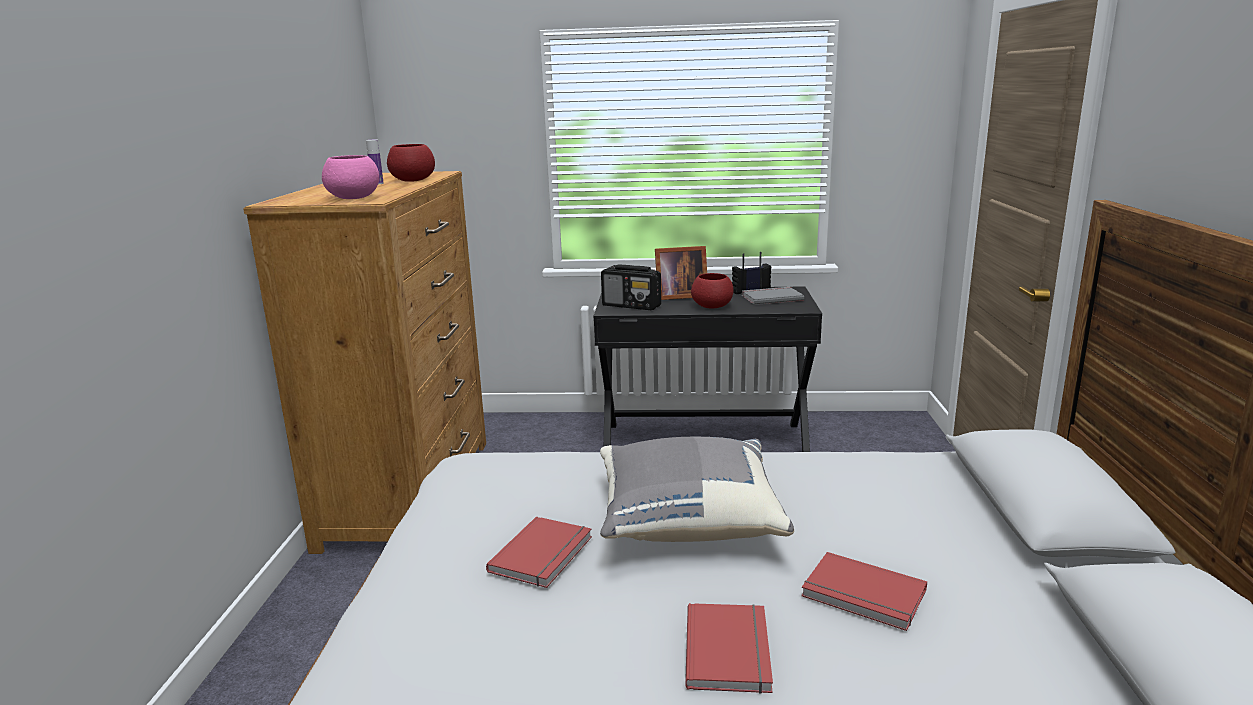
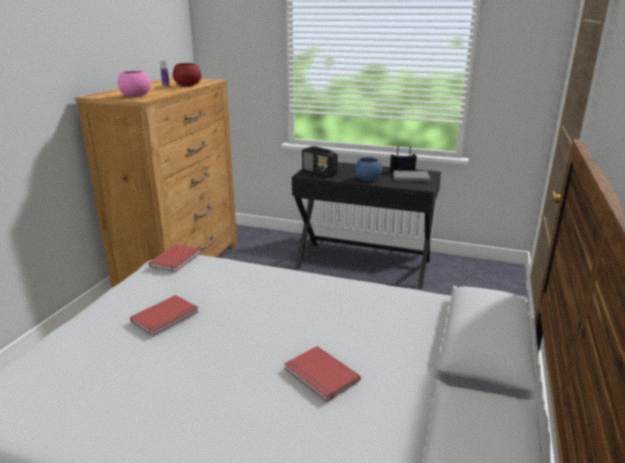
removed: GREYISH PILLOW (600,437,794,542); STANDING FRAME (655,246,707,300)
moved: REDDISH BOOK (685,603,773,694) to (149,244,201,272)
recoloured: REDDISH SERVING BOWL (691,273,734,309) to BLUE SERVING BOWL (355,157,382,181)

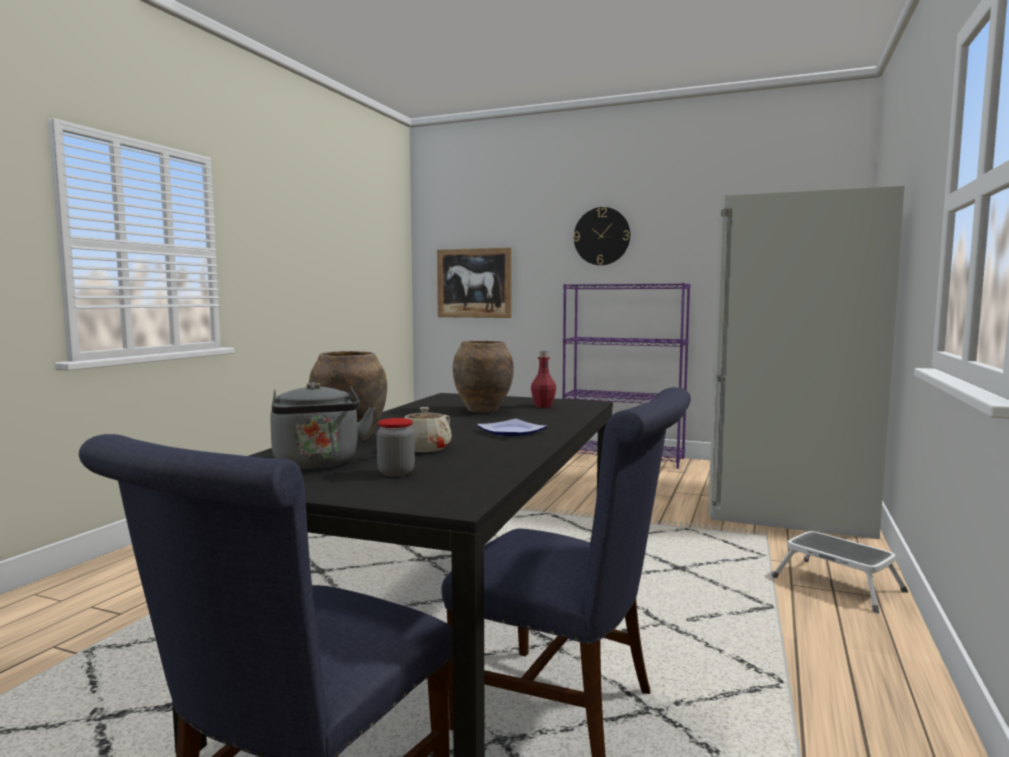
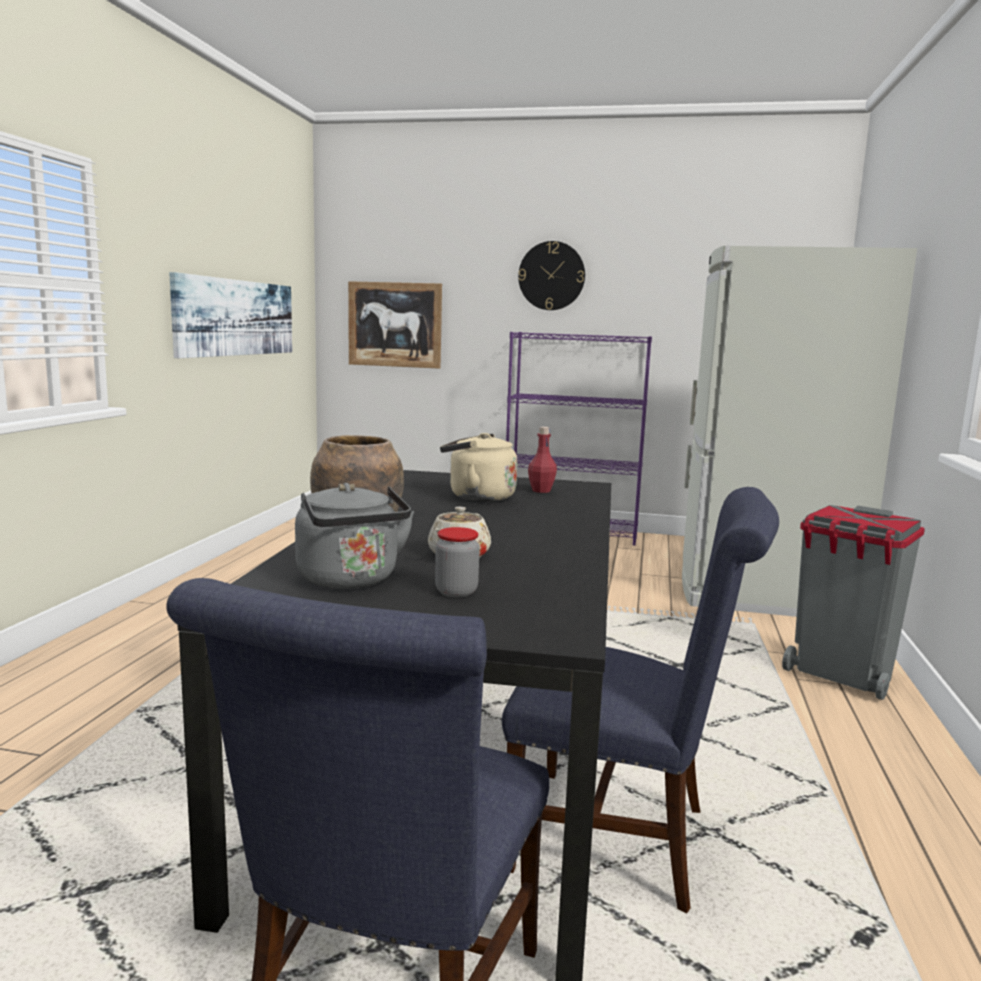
removed: FLAT DISH (477,419,547,436)
added: WALL PICTURE (169,272,292,358)
replaced: BROWN DECORATIVE VASE (453,341,514,413) to BEIGE-COLOURED WATER KETTLE (440,433,517,502); GREYISH STEP LADDER (771,531,908,613) to GREYISH TRASH CAN (782,505,925,700)

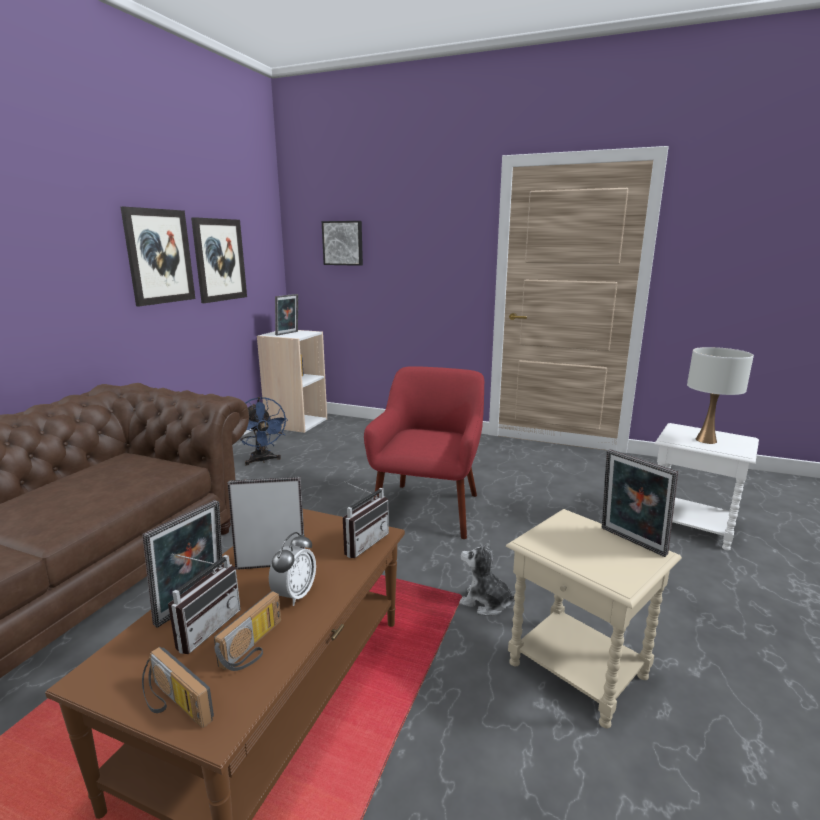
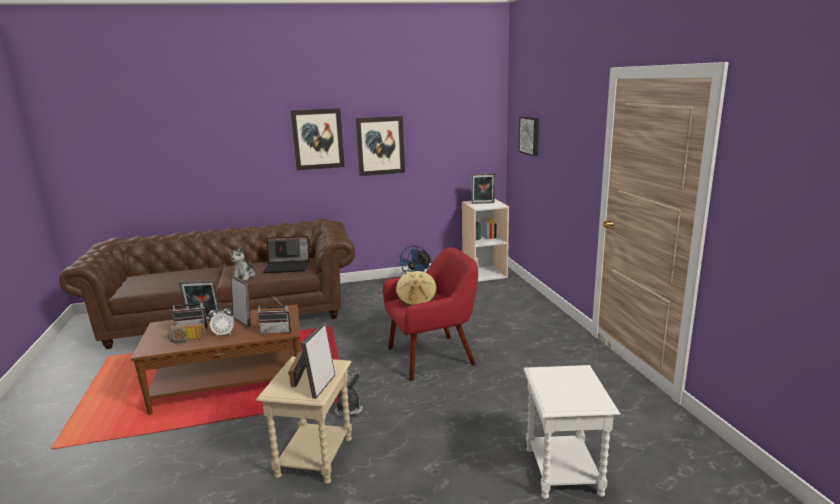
removed: WHITE-COLOURED TABLETOP LAMP (687,347,754,444)
added: PLUSH TOY (229,246,255,281); NOTEBOOK COMPUTER (263,236,309,273); BEIGE-COLOURED CLOTHING HAT (395,271,437,306)
moved: RADIO (142,647,214,728) to (288,352,306,387); WALL PICTURE (191,217,247,303) to (291,108,345,170)

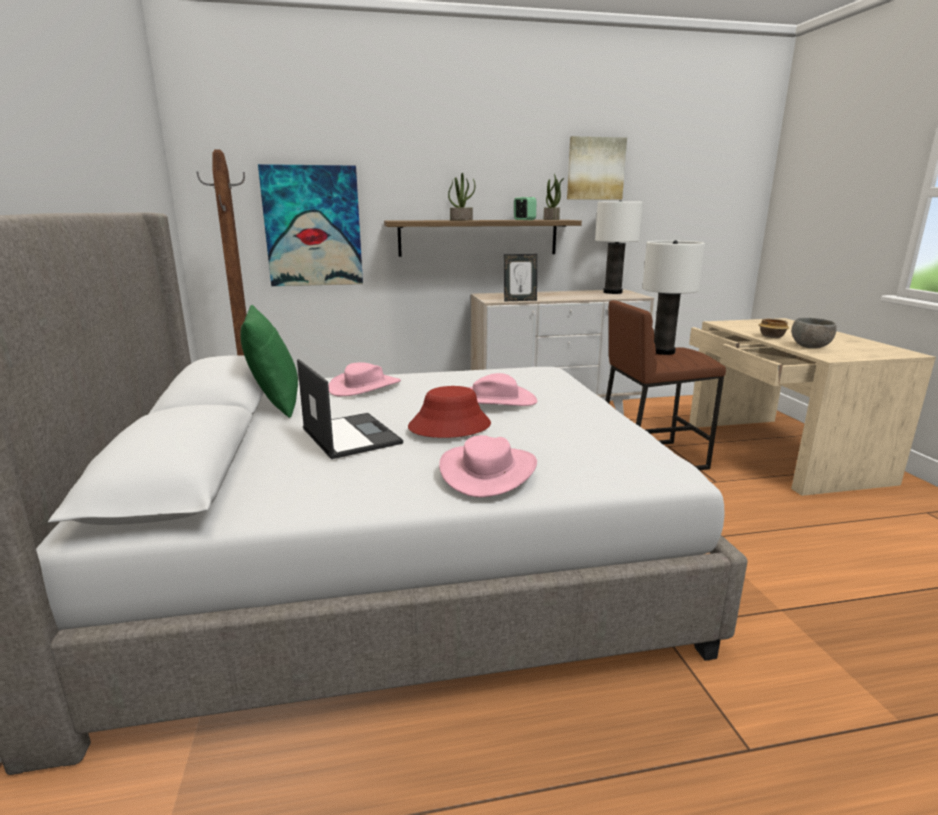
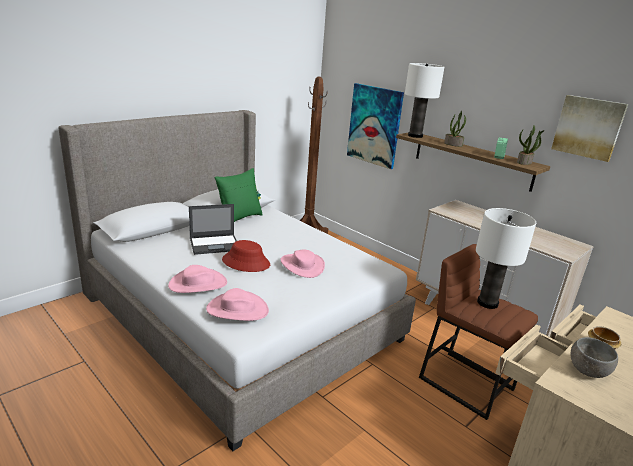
removed: STANDING FRAME (504,254,537,301)
moved: PINK-COLOURED CLOTHING HAT (328,362,401,396) to (206,288,269,321); WHITE-COLOURED TABLETOP LAMP (595,200,643,294) to (405,63,444,138)
turned: NOTEBOOK COMPUTER (297,359,403,459) = (189,204,237,255) 45 degrees clockwise

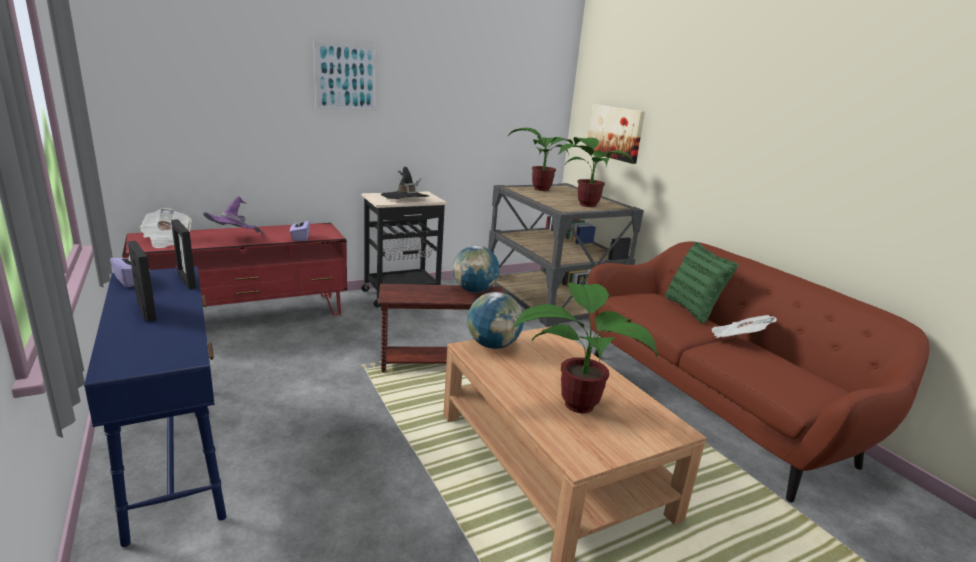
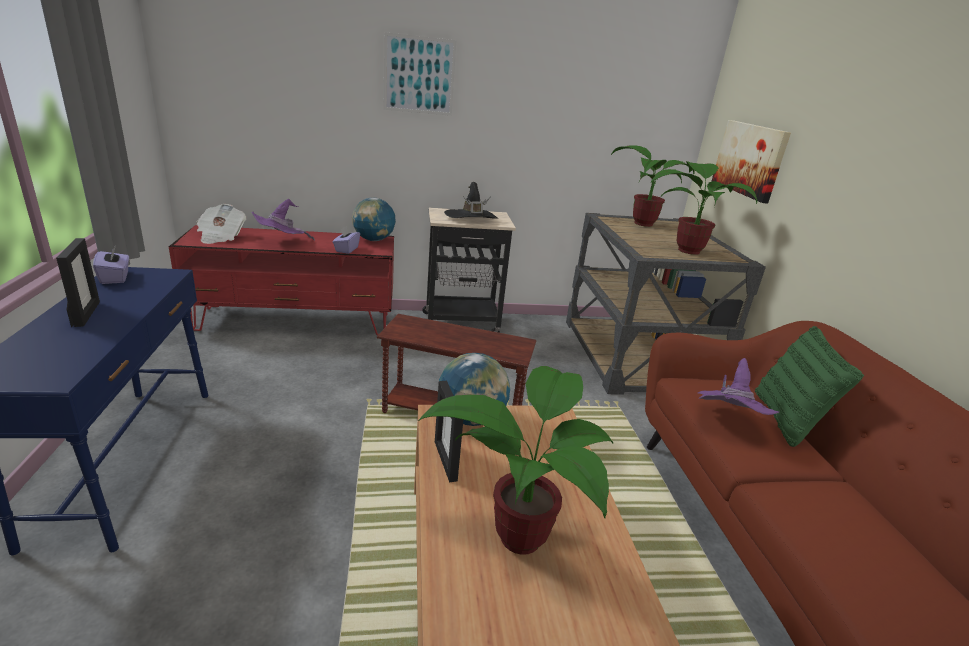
removed: PRINTED PAPER (712,315,777,338)
added: PURPLISH CLOTHING HAT (698,358,779,415)
moved: STANDING FRAME (171,219,196,290) to (435,381,463,482); GLOBE (453,245,499,293) to (352,198,396,241)

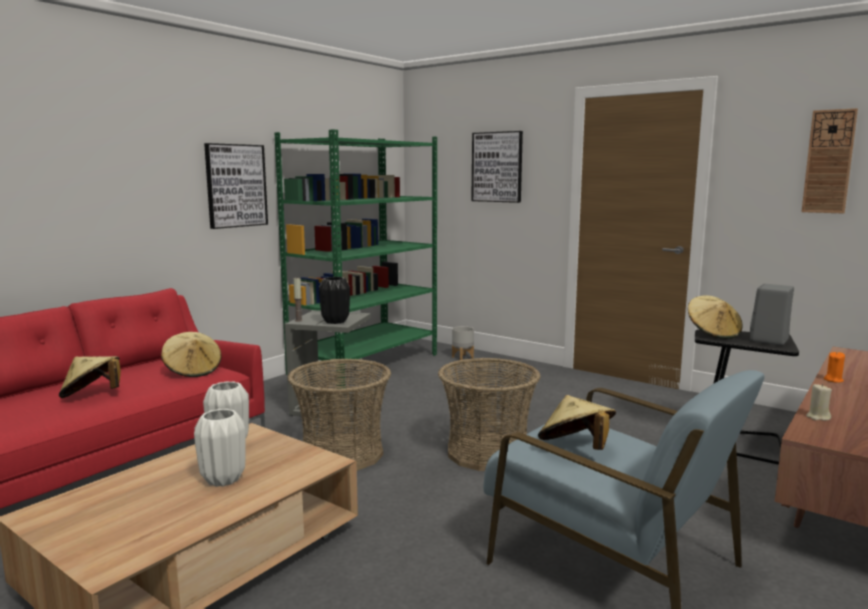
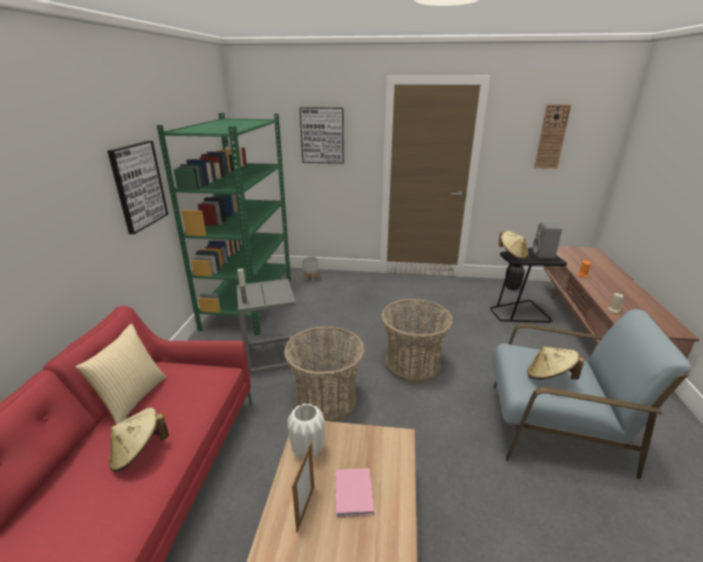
removed: BEIGE-COLOURED CLOTHING HAT (161,332,222,377)
added: PILLOW (76,323,166,425); STANDING FRAME (292,442,314,533)
moved: BLACKISH DECORATIVE VASE (319,277,350,324) to (505,264,525,290)
replaced: WHITE-COLOURED DECORATIVE VASE (194,409,246,487) to PINK-COLOURED BOOK (335,468,374,517)

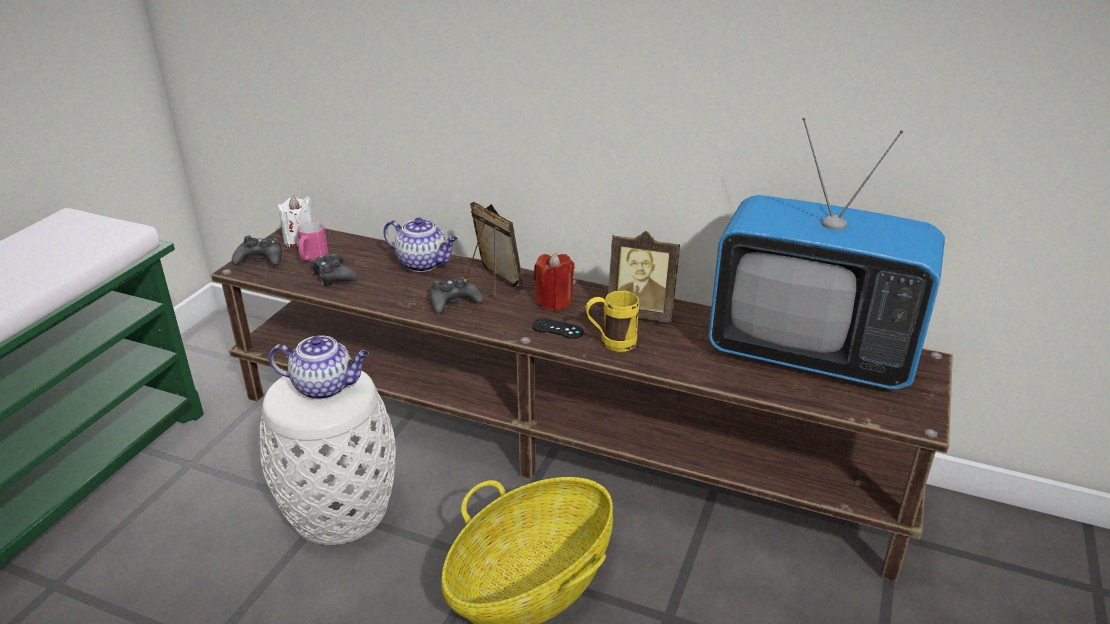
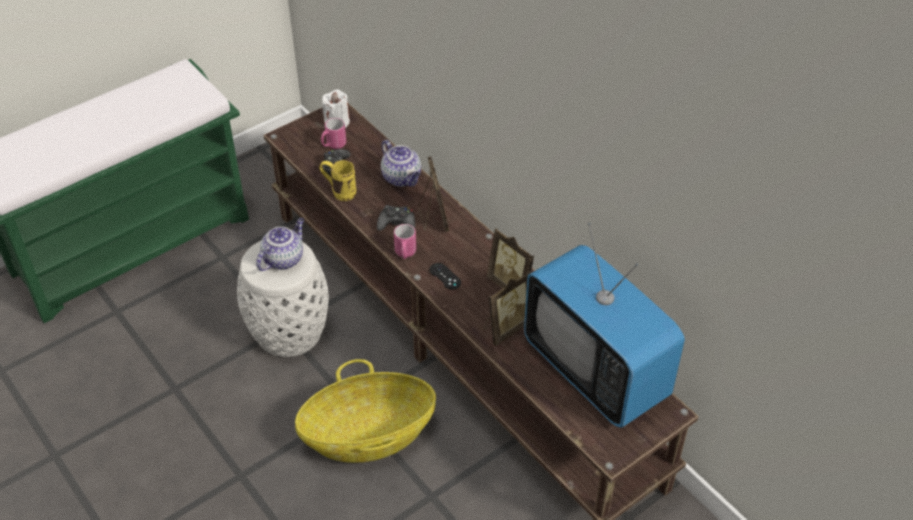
removed: BLACKISH JOYPAD (232,236,282,265); REDDISH WAX LIGHT (534,253,575,311)
added: PINK-COLOURED MUG (394,224,416,259); STANDING FRAME (483,270,531,346)
moved: YELLOW-COLOURED MUG (585,290,639,352) to (319,160,356,201)
turned: TEAPOT (269,335,369,399) = (256,218,304,271) 90 degrees counterclockwise

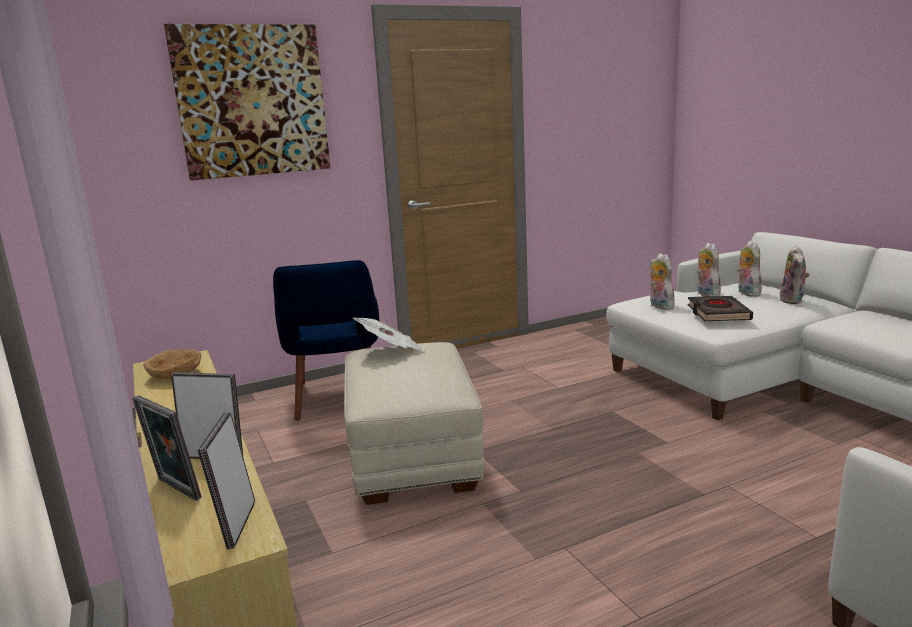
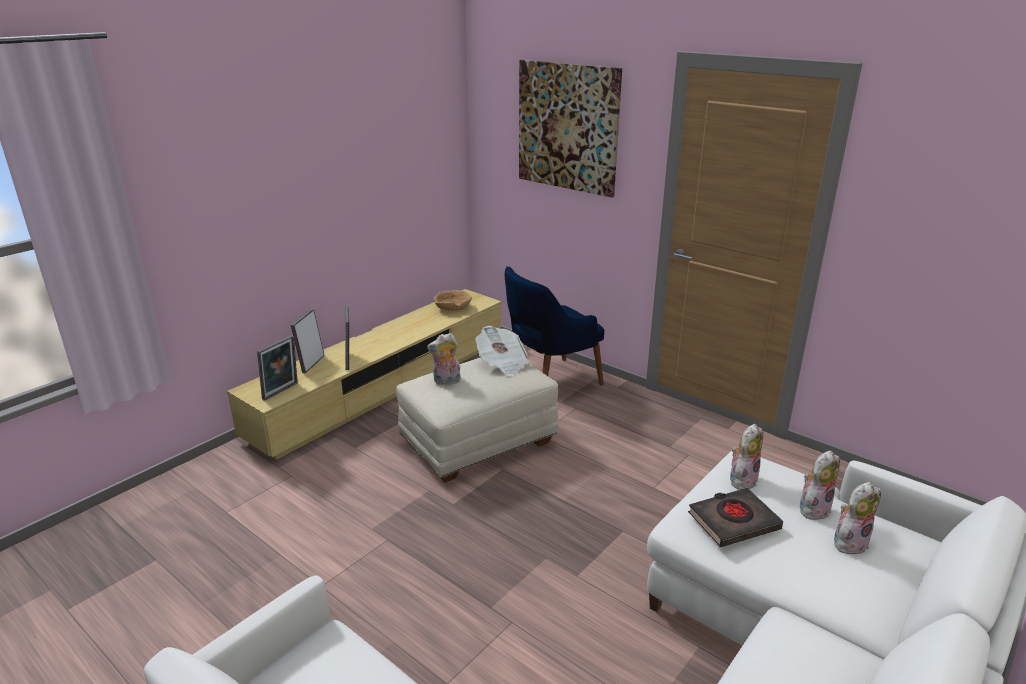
moved: PLUSH TOY (779,245,810,304) to (427,333,461,386)
turned: STANDING FRAME (197,412,255,549) = (257,335,298,401) 150 degrees clockwise

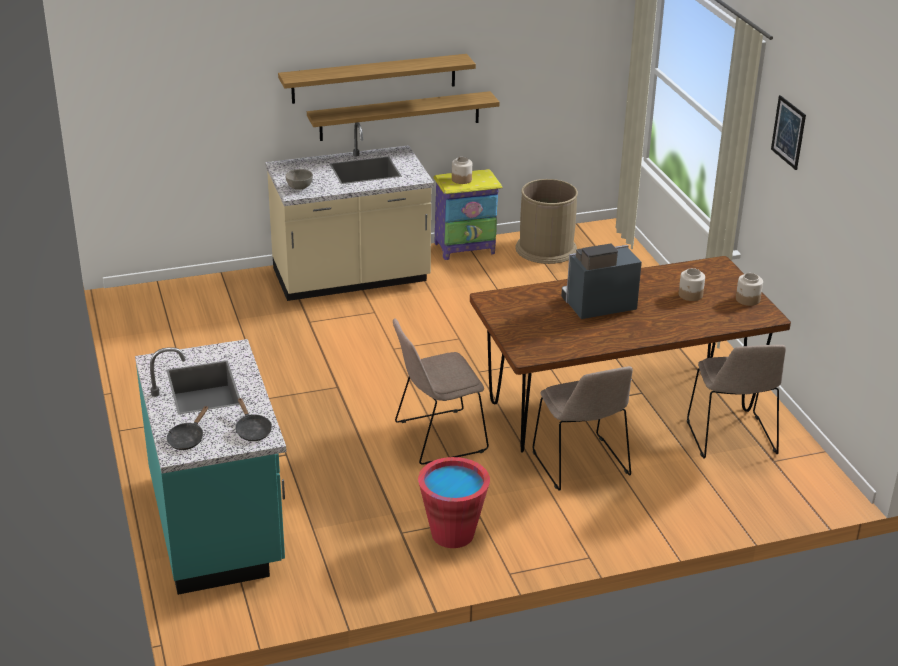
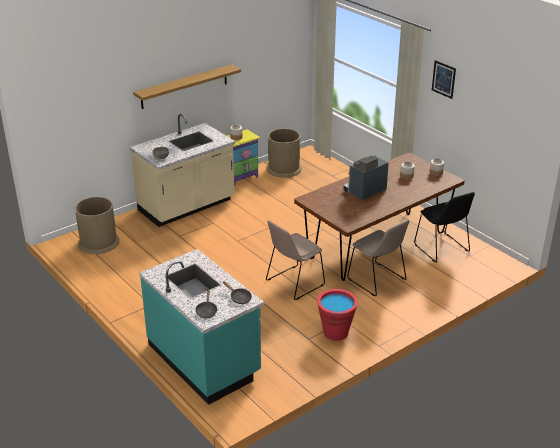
removed: WALL SHELF (307,91,500,141)
added: BROWN TRASH CAN (75,197,120,254)
recoloured: BEIGE-COLOURED PLAIN CHAIR (687,345,786,459) to BLACKISH PLAIN CHAIR (414,192,475,262)

